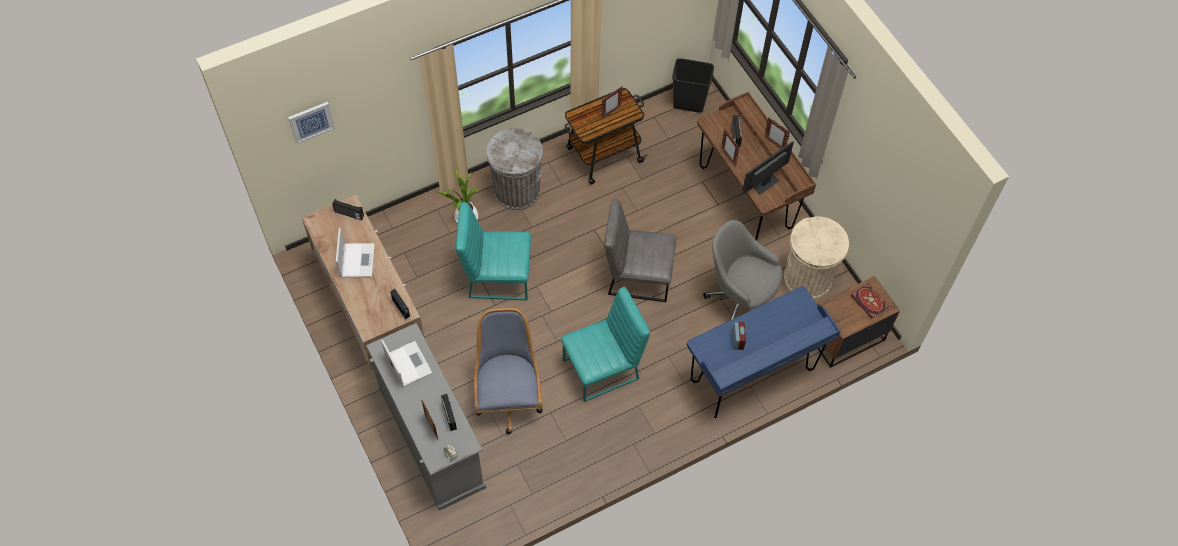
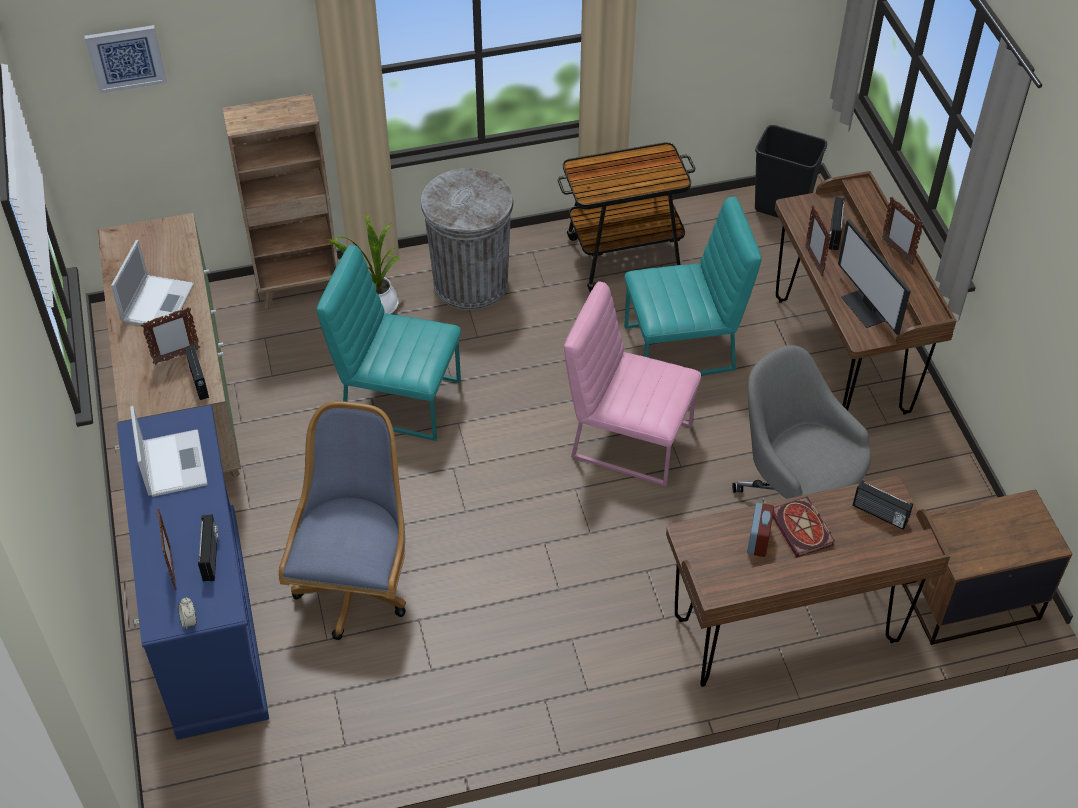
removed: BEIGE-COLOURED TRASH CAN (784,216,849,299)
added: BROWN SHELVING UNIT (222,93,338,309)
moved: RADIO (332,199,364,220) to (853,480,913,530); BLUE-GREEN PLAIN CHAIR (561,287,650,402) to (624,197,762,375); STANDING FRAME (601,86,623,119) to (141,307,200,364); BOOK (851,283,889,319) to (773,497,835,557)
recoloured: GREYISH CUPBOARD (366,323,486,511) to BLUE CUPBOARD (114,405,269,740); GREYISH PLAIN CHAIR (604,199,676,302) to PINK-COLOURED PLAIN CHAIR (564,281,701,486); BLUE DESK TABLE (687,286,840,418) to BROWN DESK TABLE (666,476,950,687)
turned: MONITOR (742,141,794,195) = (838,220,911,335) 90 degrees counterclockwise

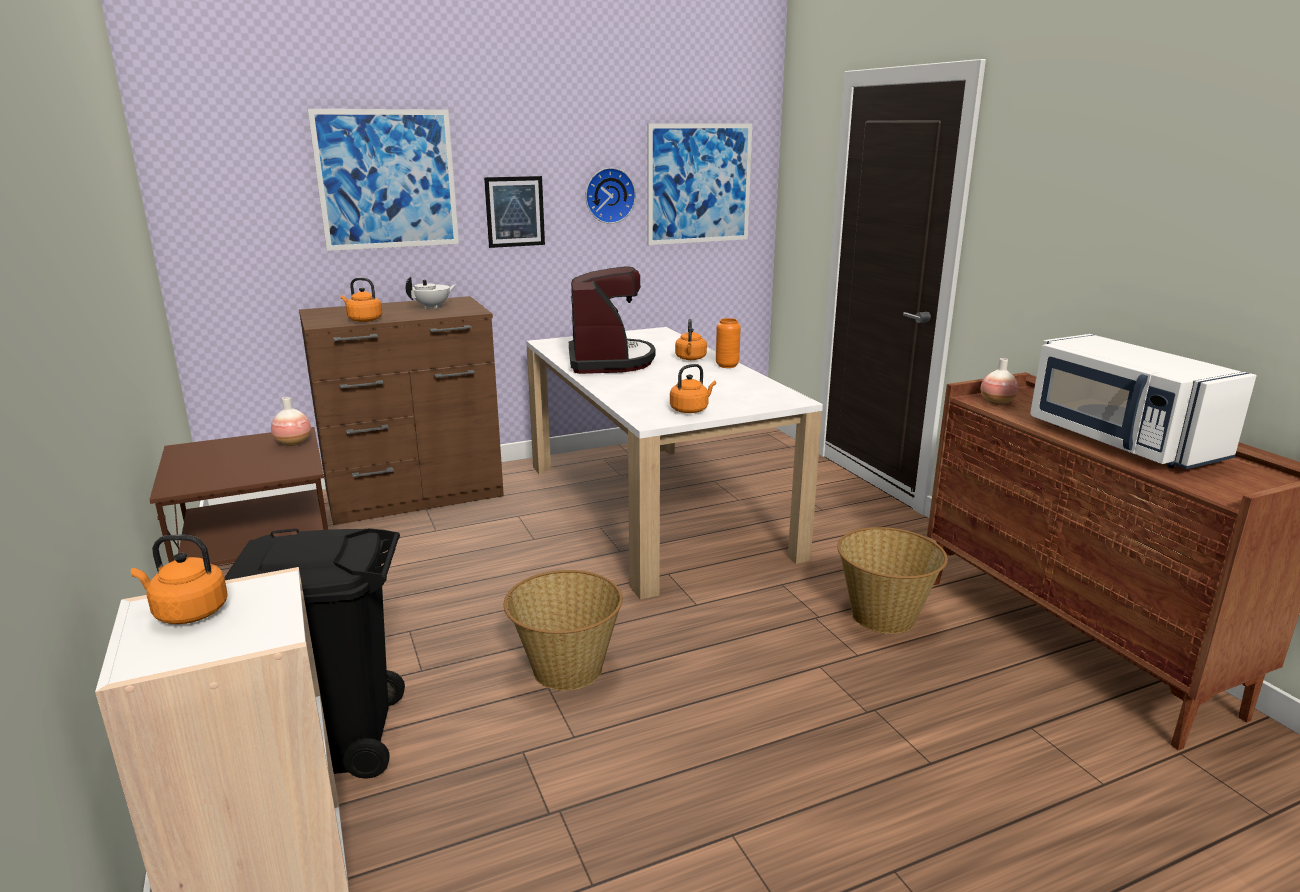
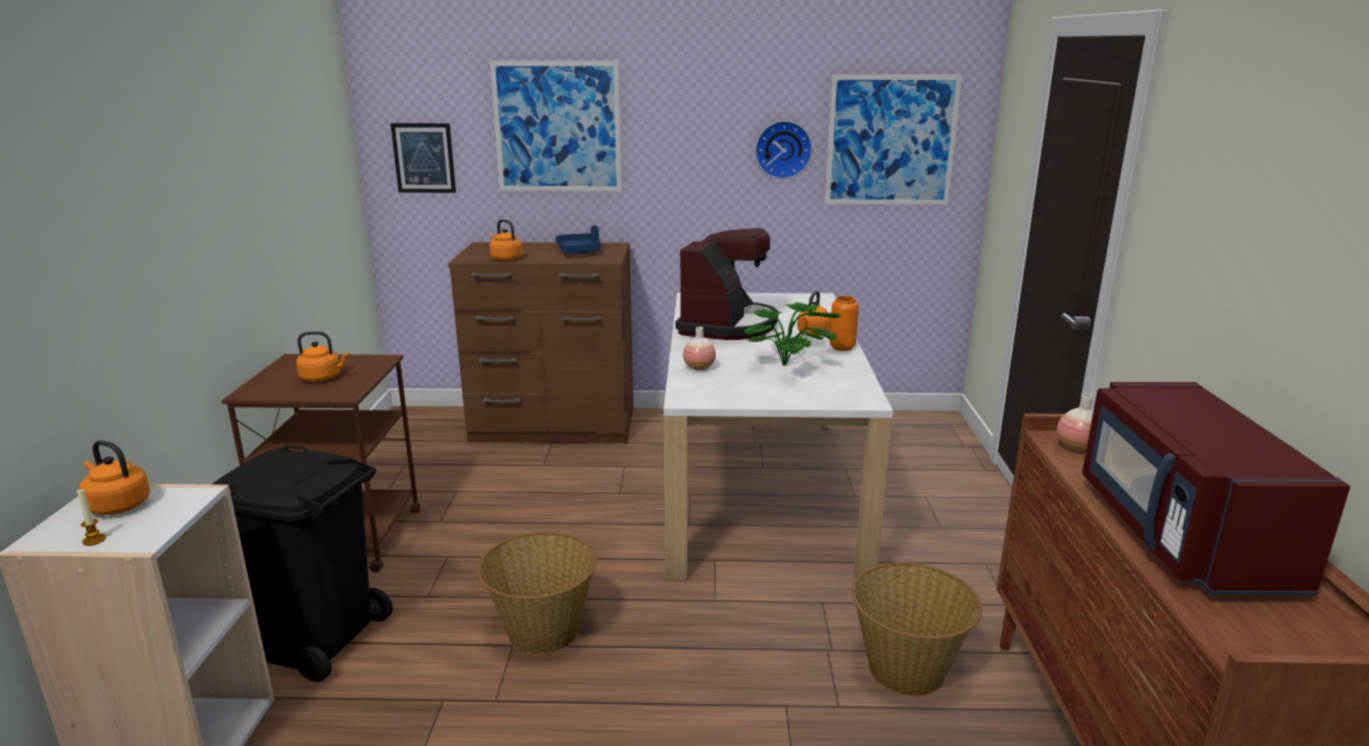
added: WAX LIGHT (77,489,106,546); HOUSEPLANT (744,302,841,366)
moved: DECORATIVE VASE (271,397,311,446) to (683,327,716,370); WALL PICTURE (484,176,545,248) to (390,123,456,193); ORANGE WATER KETTLE (670,364,716,413) to (296,331,349,382)
replaced: WHITE-COLOURED TEAPOT (406,276,457,309) to BLUE CARRYING TRAY (555,226,601,254)
recoloured: WHITE-COLOURED MICROWAVE OVEN (1030,334,1257,469) to REDDISH MICROWAVE OVEN (1082,382,1350,595)

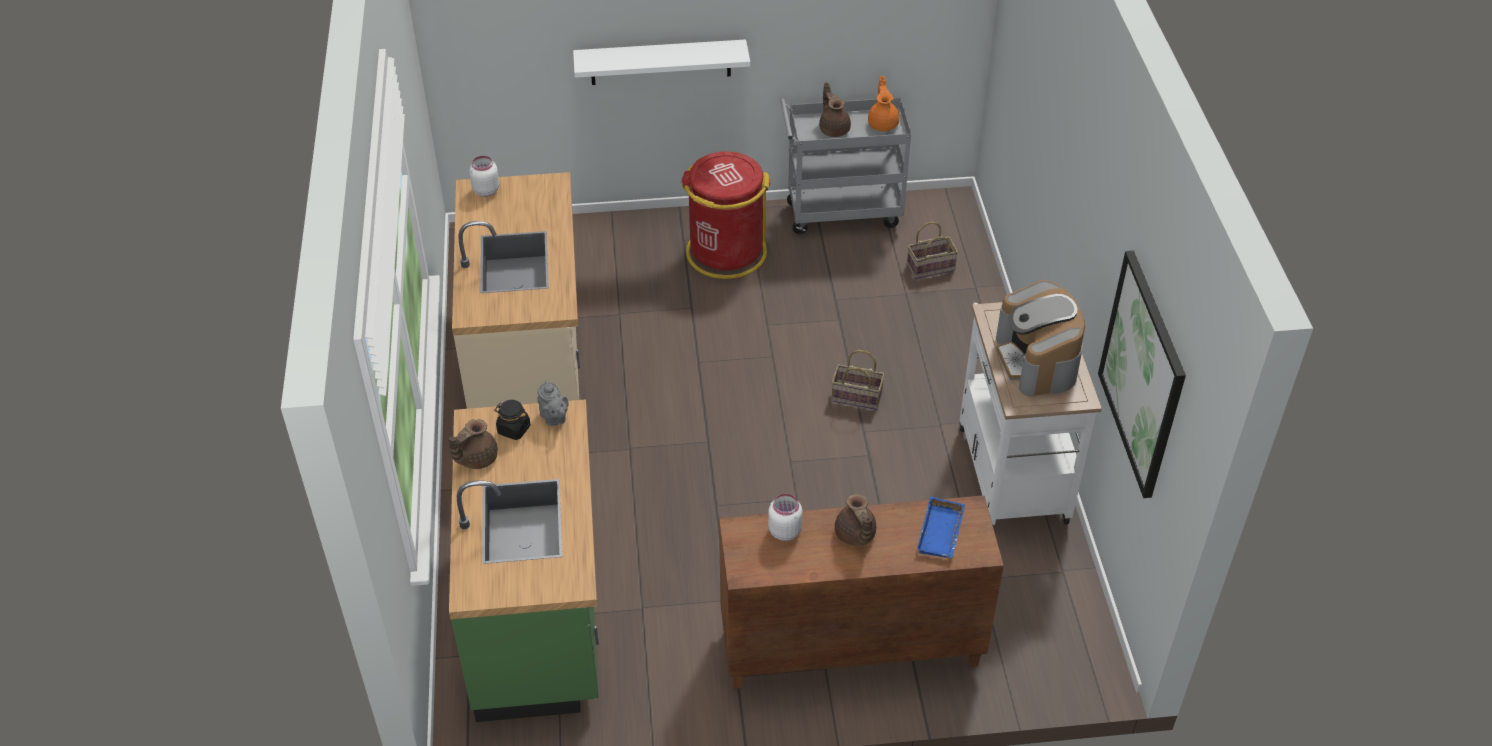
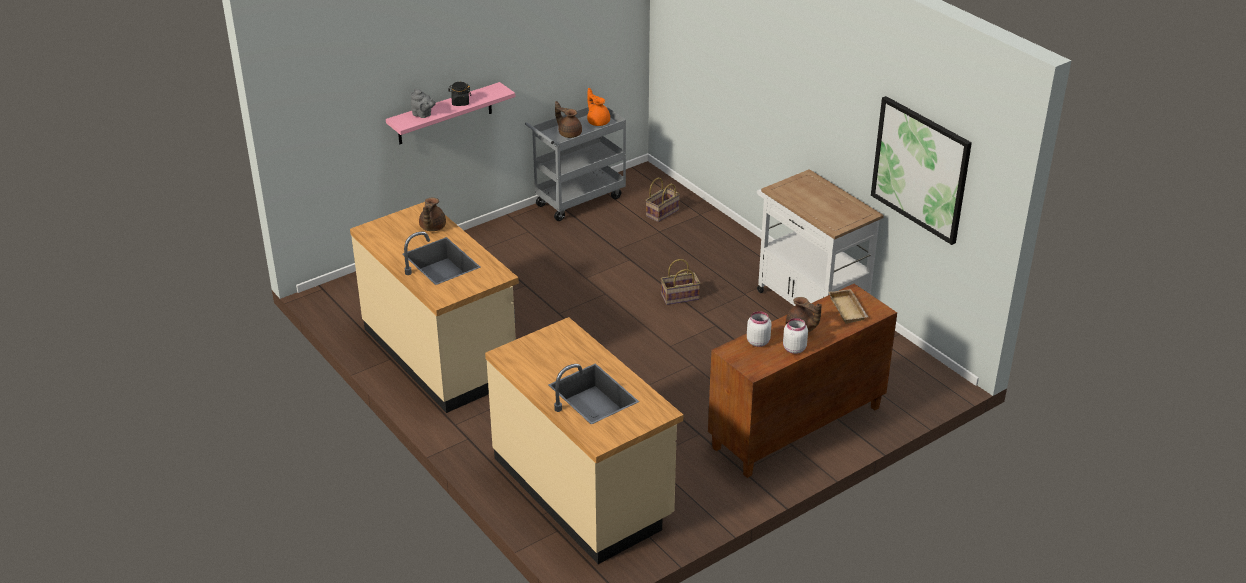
removed: REDDISH TRASH CAN (682,151,770,279); COFFEE MACHINE (996,280,1085,397)
moved: BROWN TEAPOT (448,419,498,469) to (419,198,446,231); WHITE-COLOURED JAR (469,156,499,197) to (783,318,808,354); BLACKISH JAR (494,400,530,440) to (448,82,471,106); GREYISH TEAPOT (538,381,569,426) to (411,89,436,118)
recoloured: GREEN-COLOURED KITCHEN BASE UNIT (449,399,599,722) to BEIGE-COLOURED KITCHEN BASE UNIT (485,317,683,564); WHITE-COLOURED WALL SHELF (573,39,750,85) to PINK-COLOURED WALL SHELF (386,82,515,144); BLUE CARRYING TRAY (917,496,965,558) to BEIGE-COLOURED CARRYING TRAY (829,289,868,324)

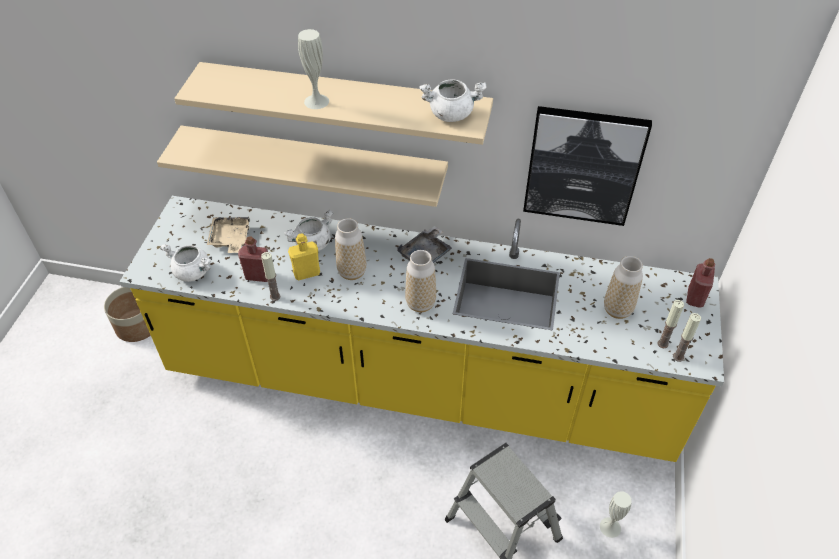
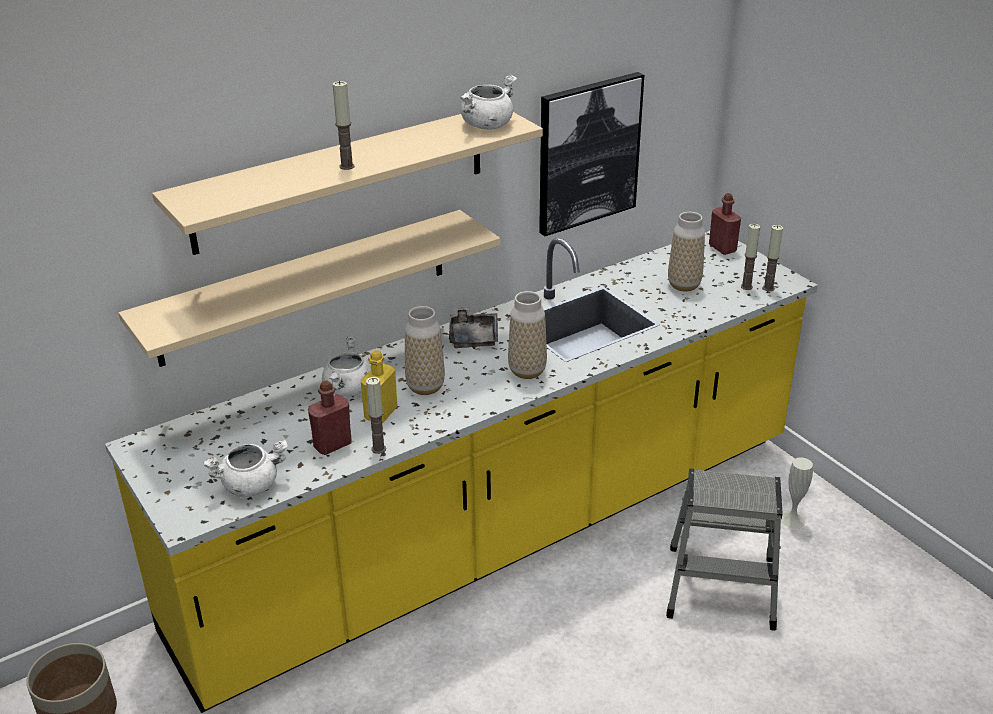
removed: BEIGE-COLOURED CARRYING TRAY (207,217,249,253)
replaced: WHITE-COLOURED DECORATIVE VASE (298,29,329,109) to WAX LIGHT (333,81,355,170)

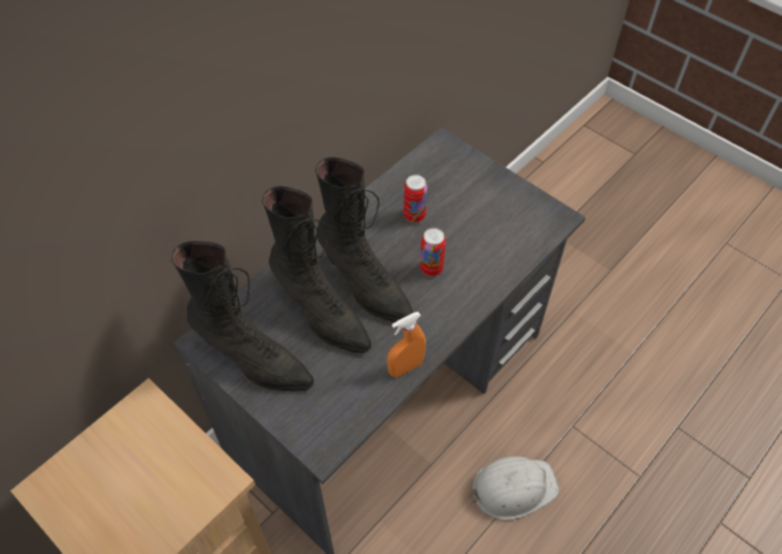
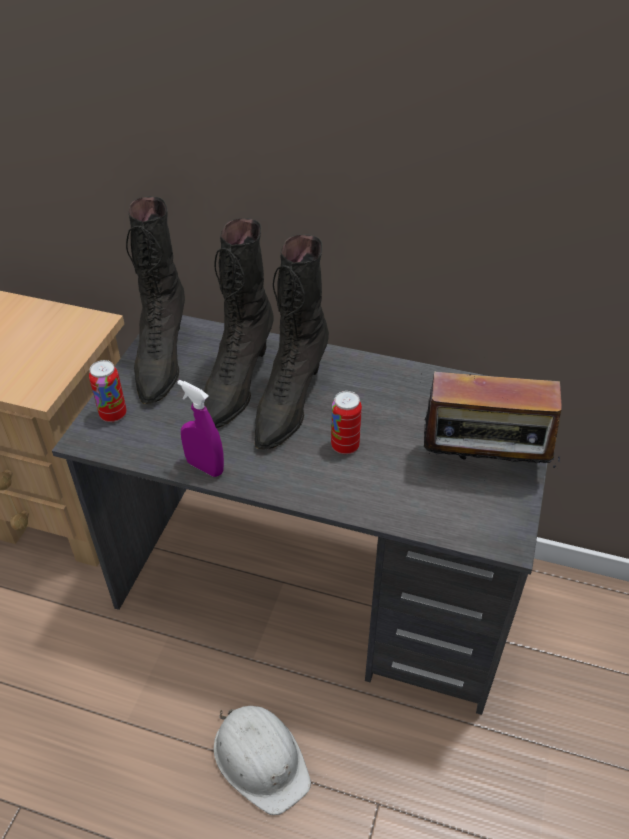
added: RADIO (424,372,562,478)
moved: CAN (404,175,427,223) to (89,360,127,422)
recoloured: ORANGE HAND SPRAYER (387,312,426,378) to PURPLISH HAND SPRAYER (177,380,224,477)

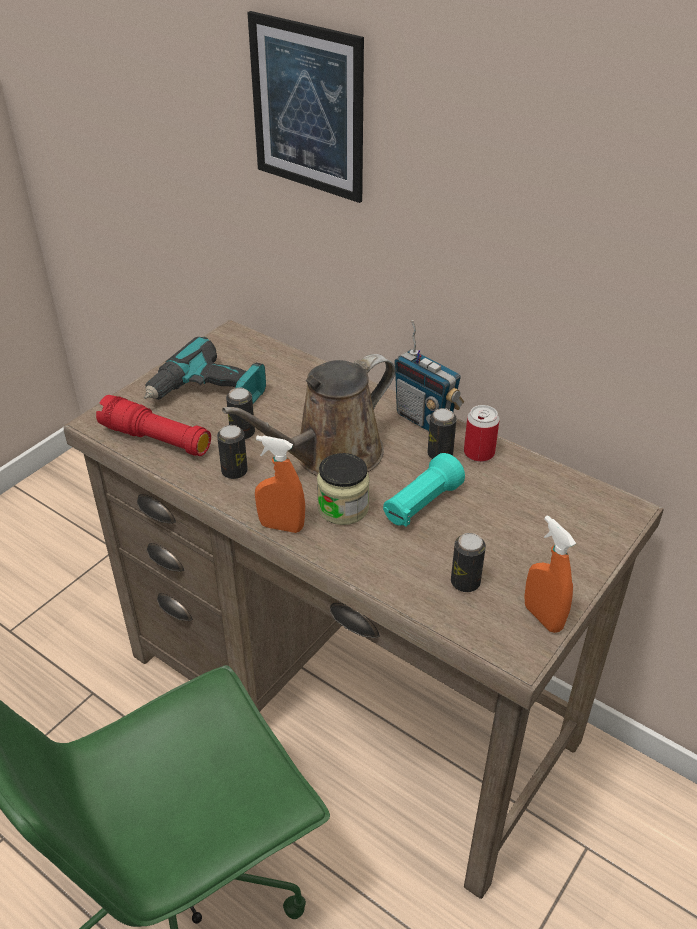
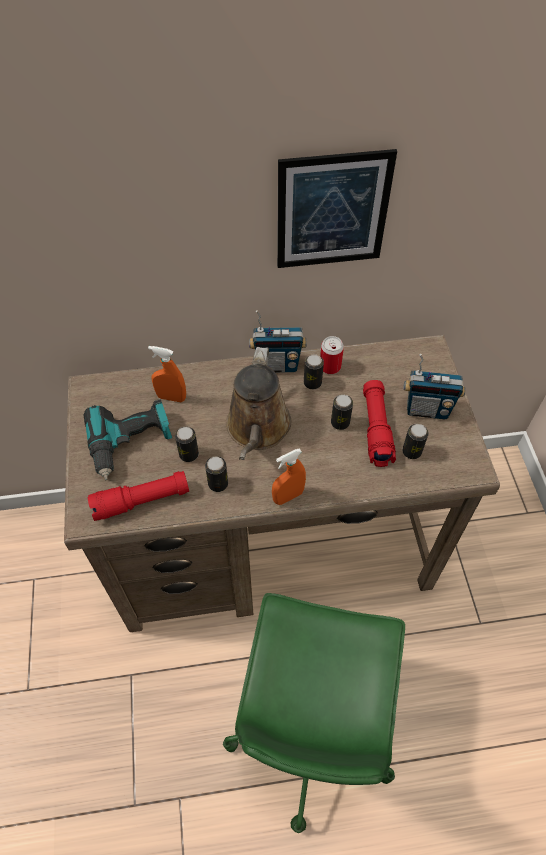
removed: JAR (317,453,370,525)
added: REDDISH HAND TORCH (363,380,396,467); RADIO (403,354,466,419)
moved: WALL PICTURE (247,11,364,203) to (277,149,397,268); ORANGE HAND SPRAYER (524,515,576,633) to (148,346,186,402)
replaced: BLUE-GREEN HAND TORCH (383,453,465,526) to CAN (331,395,353,430)

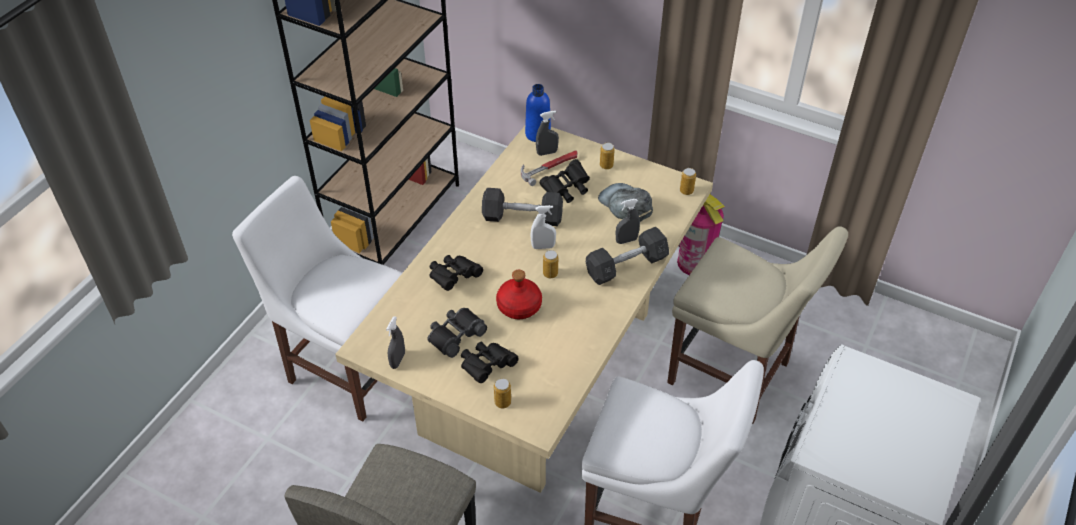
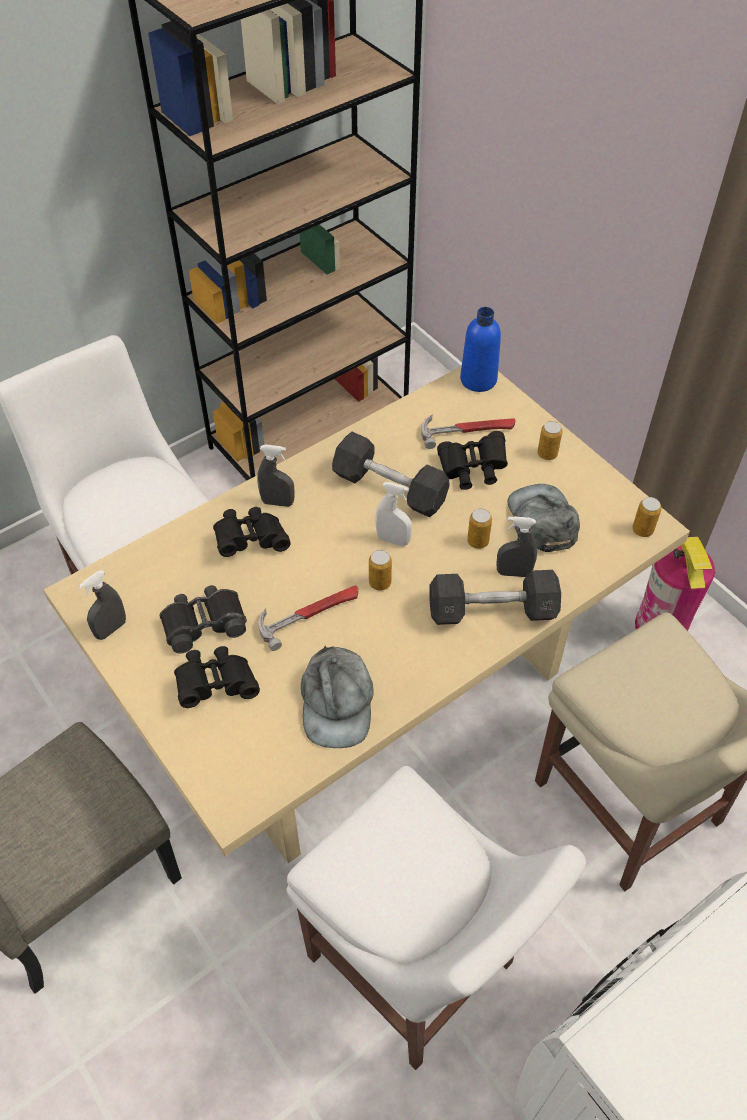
added: GREYISH PEAKED CAP (301,646,374,748)
moved: CAN (494,378,511,408) to (467,508,492,549); GREYISH HAND SPRAYER (536,111,559,156) to (257,445,295,507)
replaced: REDDISH DRINK BOTTLE (496,270,542,319) to HAMMER (258,585,358,651)

